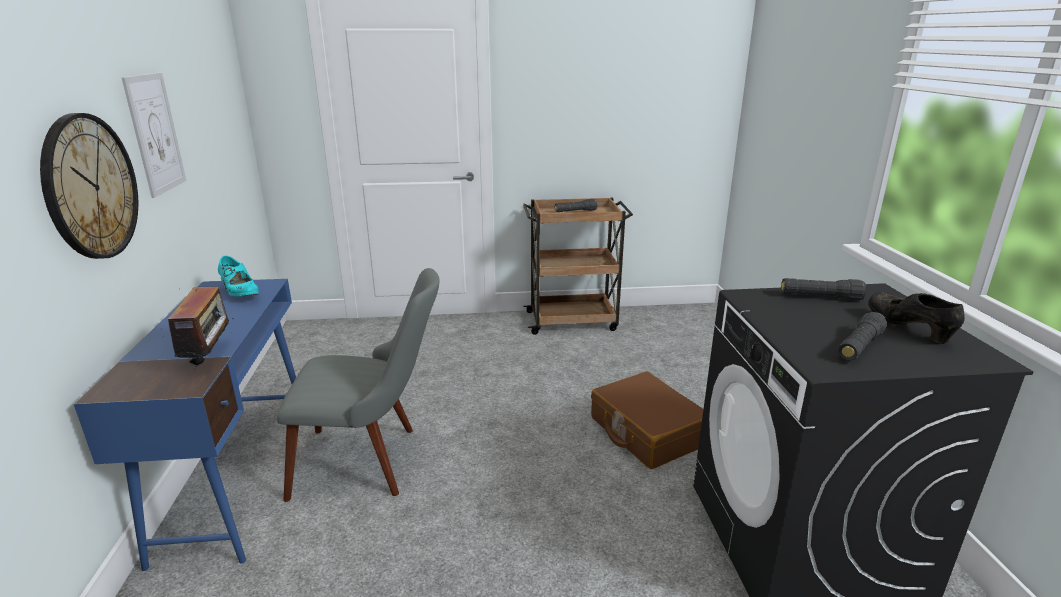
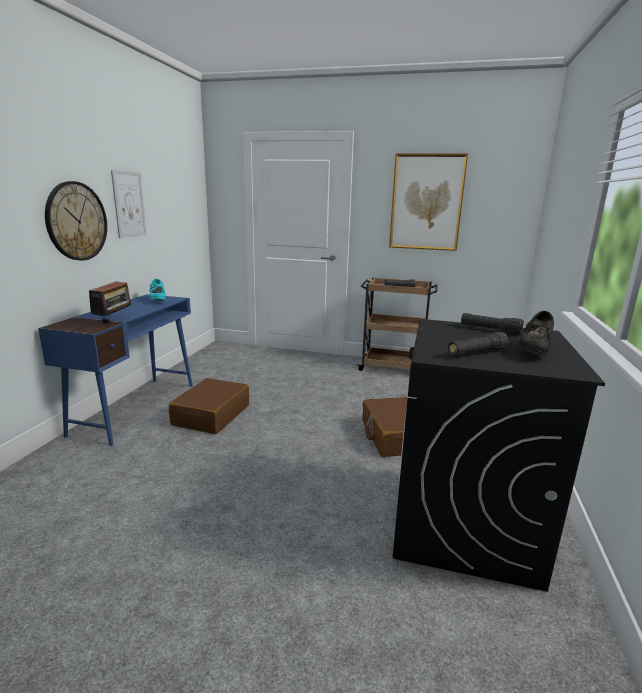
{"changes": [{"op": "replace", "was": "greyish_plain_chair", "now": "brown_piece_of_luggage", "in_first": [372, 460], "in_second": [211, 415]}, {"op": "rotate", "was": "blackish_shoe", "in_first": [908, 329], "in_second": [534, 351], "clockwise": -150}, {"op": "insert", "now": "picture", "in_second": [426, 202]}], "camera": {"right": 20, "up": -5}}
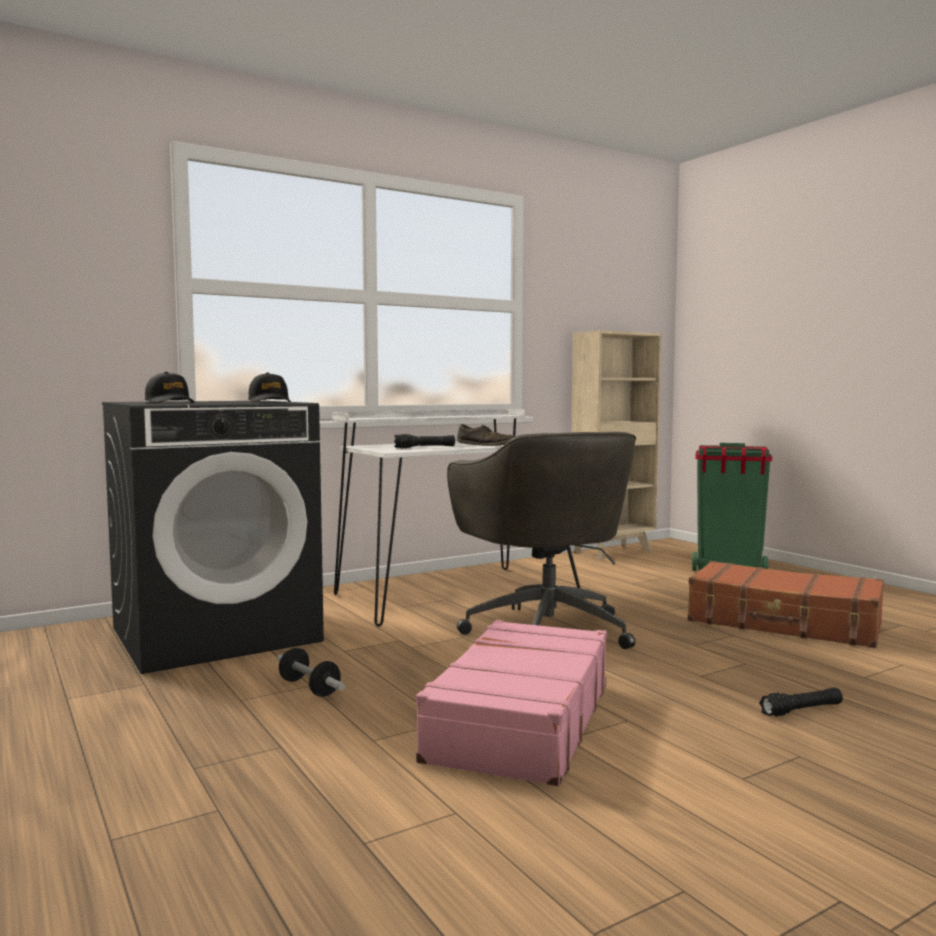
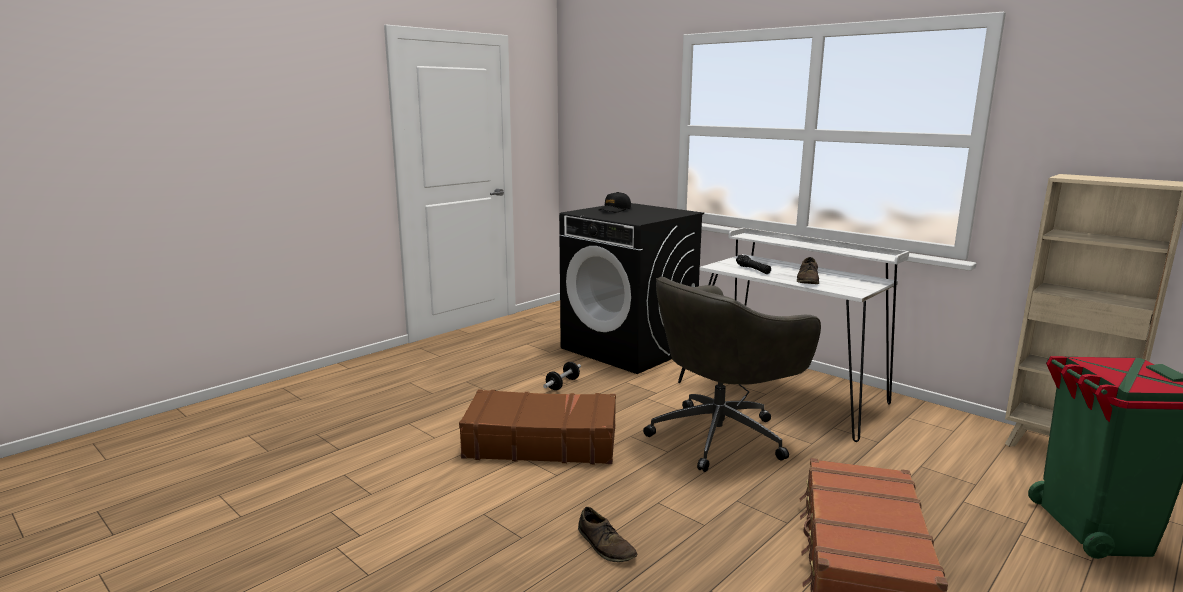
{"changes": [{"op": "delete", "was": "blackish_peaked_cap", "in_first": [269, 401]}, {"op": "recolor", "was": "pink_piece_of_luggage", "now": "brown_piece_of_luggage", "in_first": [519, 721], "in_second": [541, 442]}, {"op": "replace", "was": "blackish_flashlight", "now": "brown_shoe", "in_first": [801, 710], "in_second": [606, 545]}], "camera": {"right": 75, "up": 10}}
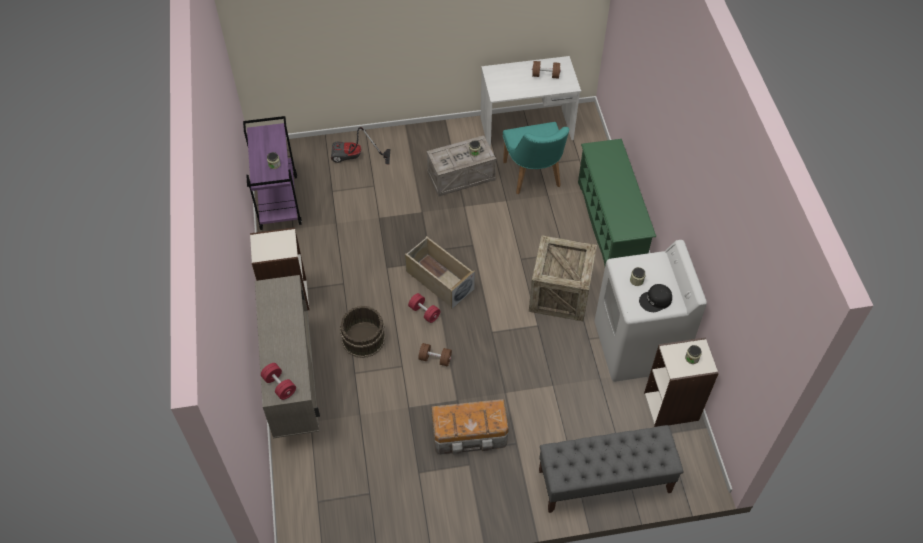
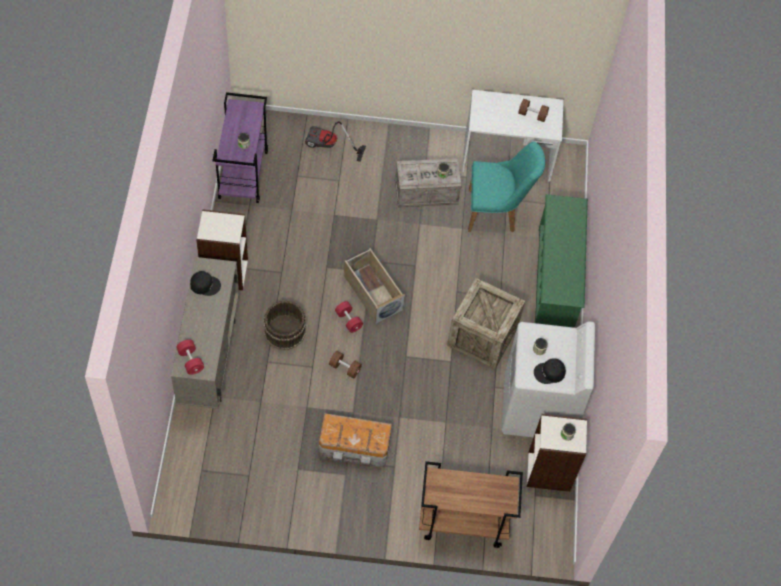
{"changes": [{"op": "rotate", "was": "turquoise-coloured_plain_chair", "in_first": [534, 178], "in_second": [497, 212], "clockwise": -90}, {"op": "replace", "was": "greyish_bench", "now": "brown_cart", "in_first": [604, 481], "in_second": [462, 523]}, {"op": "insert", "now": "blackish_peaked_cap", "in_second": [205, 284]}], "camera": {"right": 10, "up": 5}}
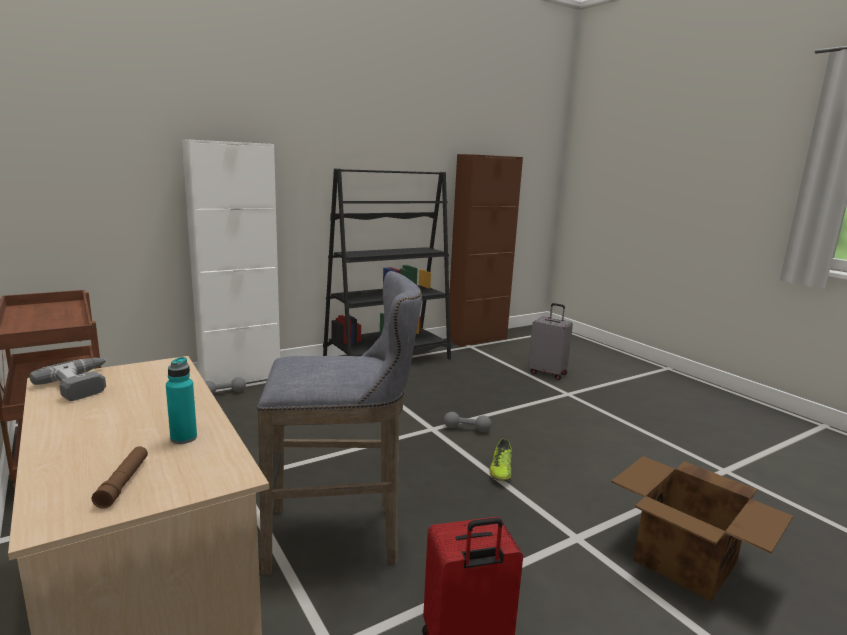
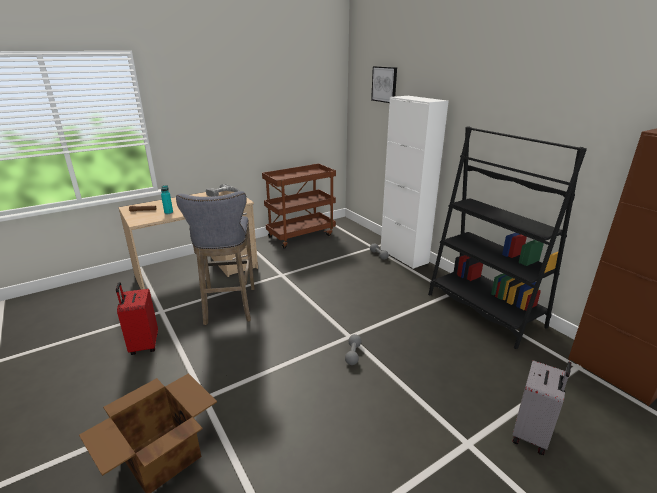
{"changes": [{"op": "delete", "was": "shoe", "in_first": [501, 470]}, {"op": "insert", "now": "picture", "in_second": [384, 84]}], "camera": {"right": 90, "up": 10}}
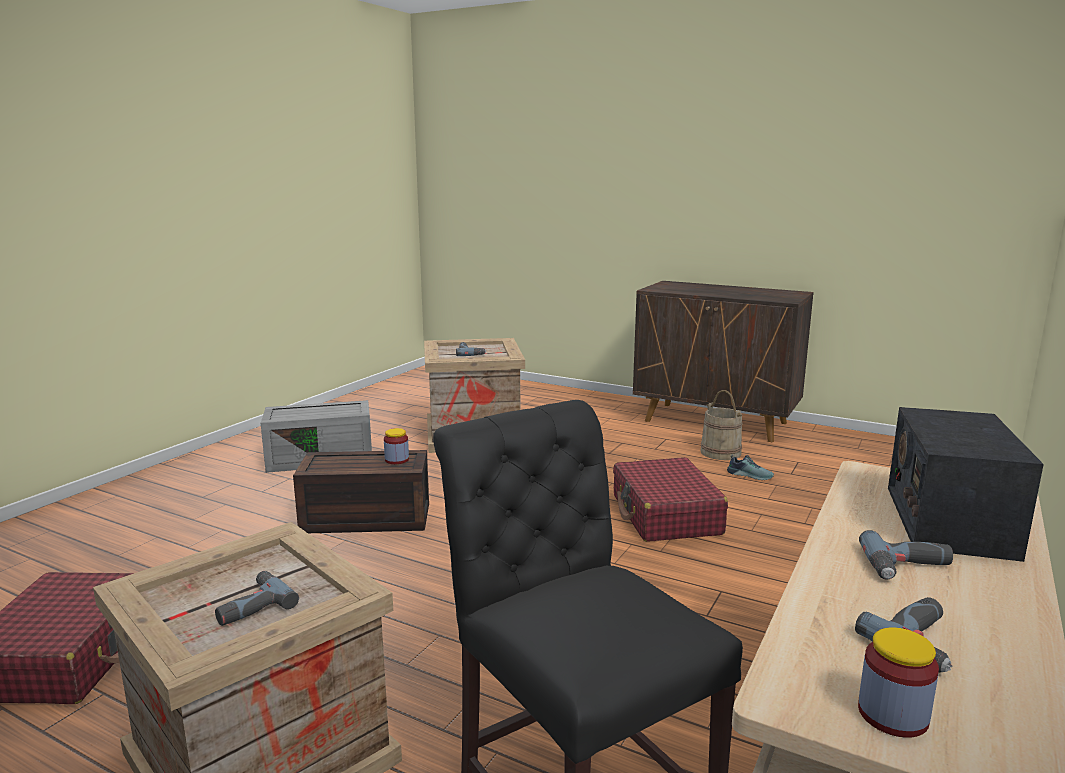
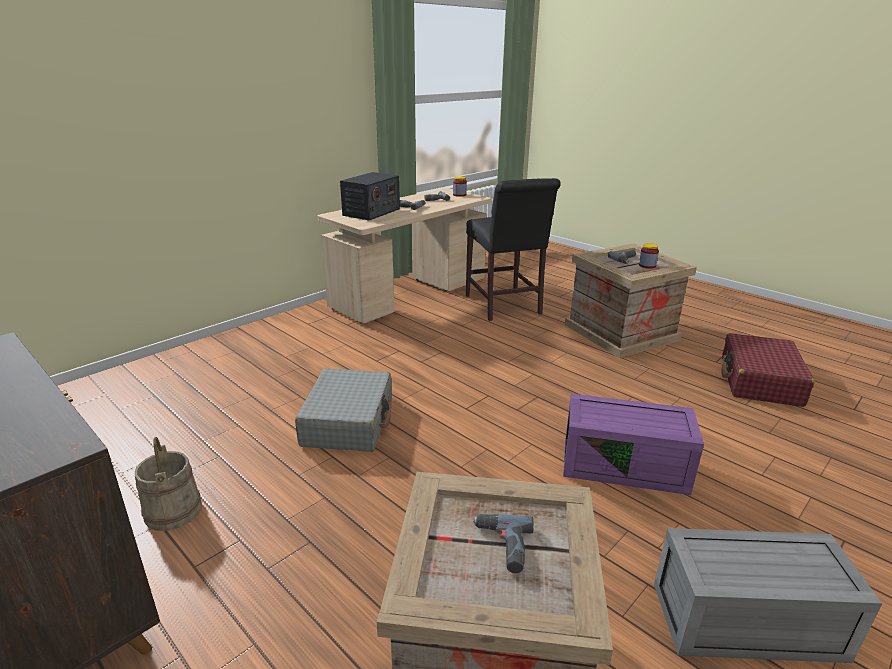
{"changes": [{"op": "recolor", "was": "brown_storage_box", "now": "purplish_storage_box", "in_first": [364, 519], "in_second": [625, 465]}, {"op": "move", "was": "jar", "in_first": [397, 460], "in_second": [647, 265]}, {"op": "recolor", "was": "reddish_piece_of_luggage", "now": "greyish_piece_of_luggage", "in_first": [665, 515], "in_second": [348, 422]}, {"op": "delete", "was": "shoe", "in_first": [750, 475]}], "camera": {"right": -165, "up": 10}}
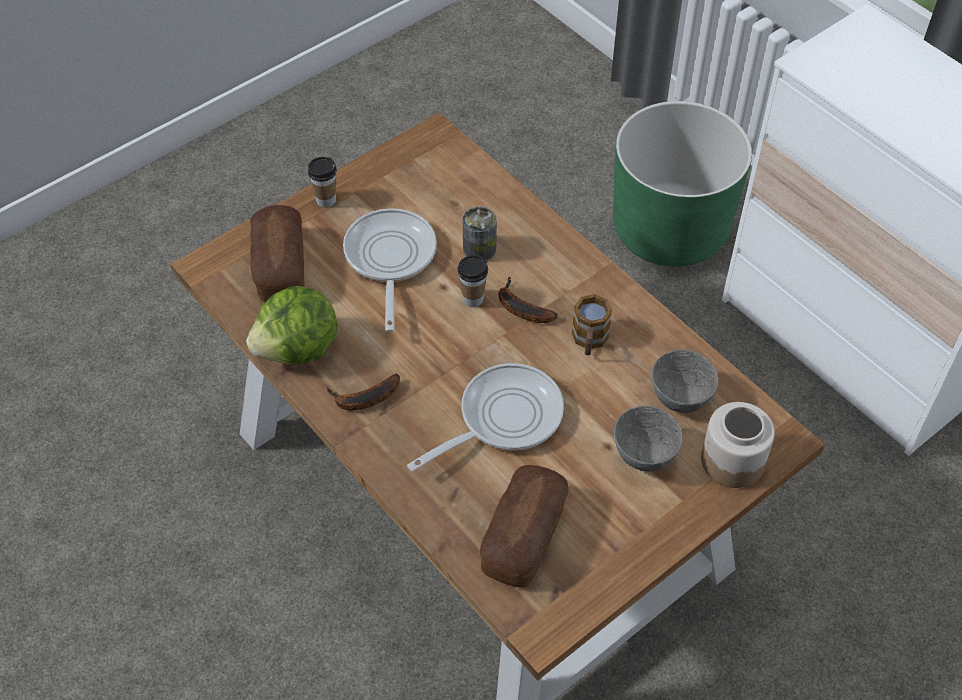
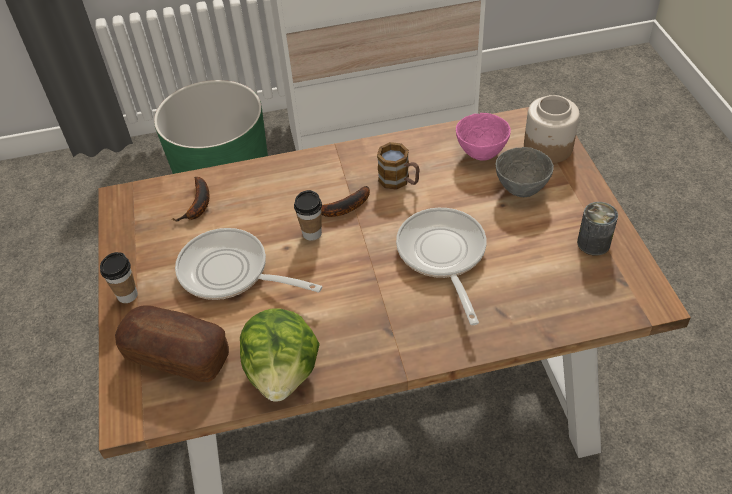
{"changes": [{"op": "move", "was": "banana", "in_first": [363, 399], "in_second": [198, 205]}, {"op": "move", "was": "can", "in_first": [479, 249], "in_second": [593, 243]}, {"op": "delete", "was": "bread", "in_first": [523, 537]}, {"op": "recolor", "was": "greyish_bowl", "now": "pink_bowl", "in_first": [679, 400], "in_second": [481, 154]}], "camera": {"right": -60, "up": -5}}
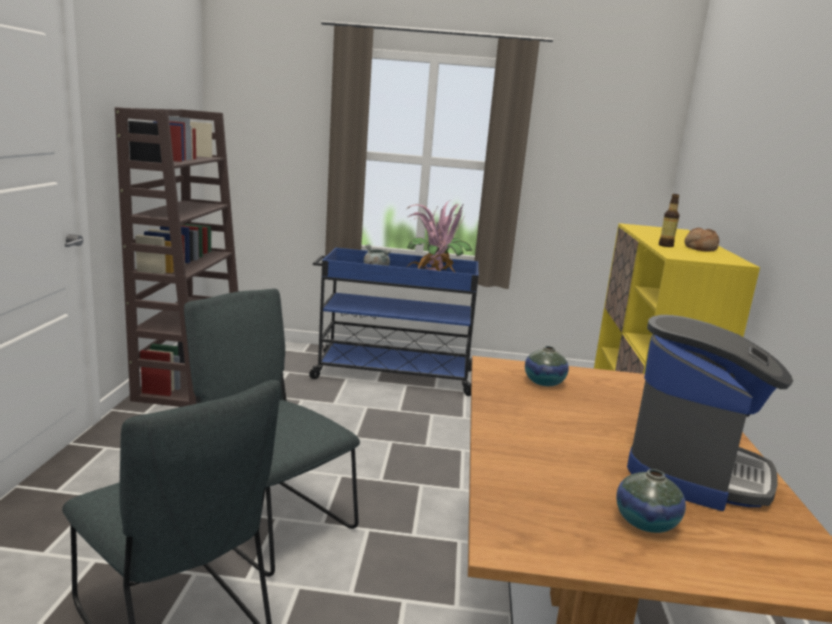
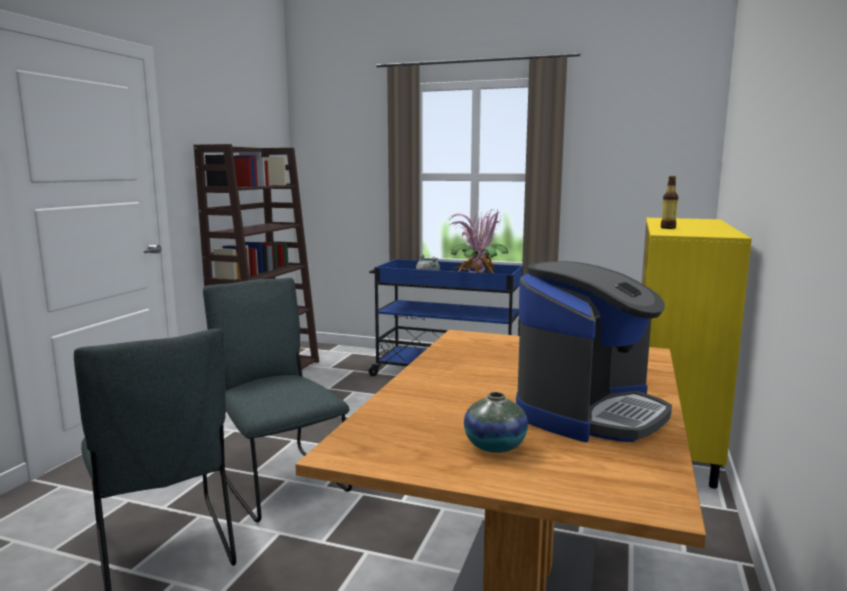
{"changes": [{"op": "delete", "was": "flower_vase", "in_first": [544, 382]}, {"op": "delete", "was": "bread", "in_first": [699, 248]}], "camera": {"right": 15, "up": -5}}
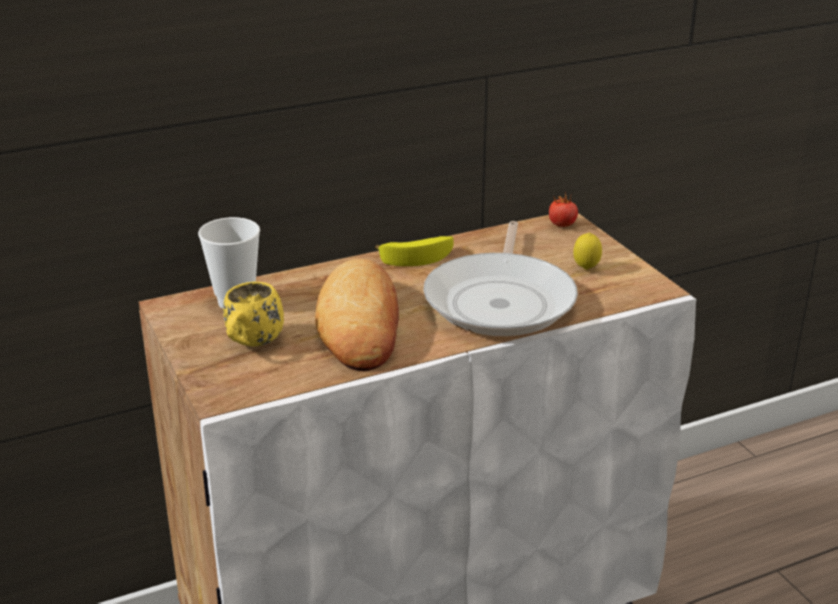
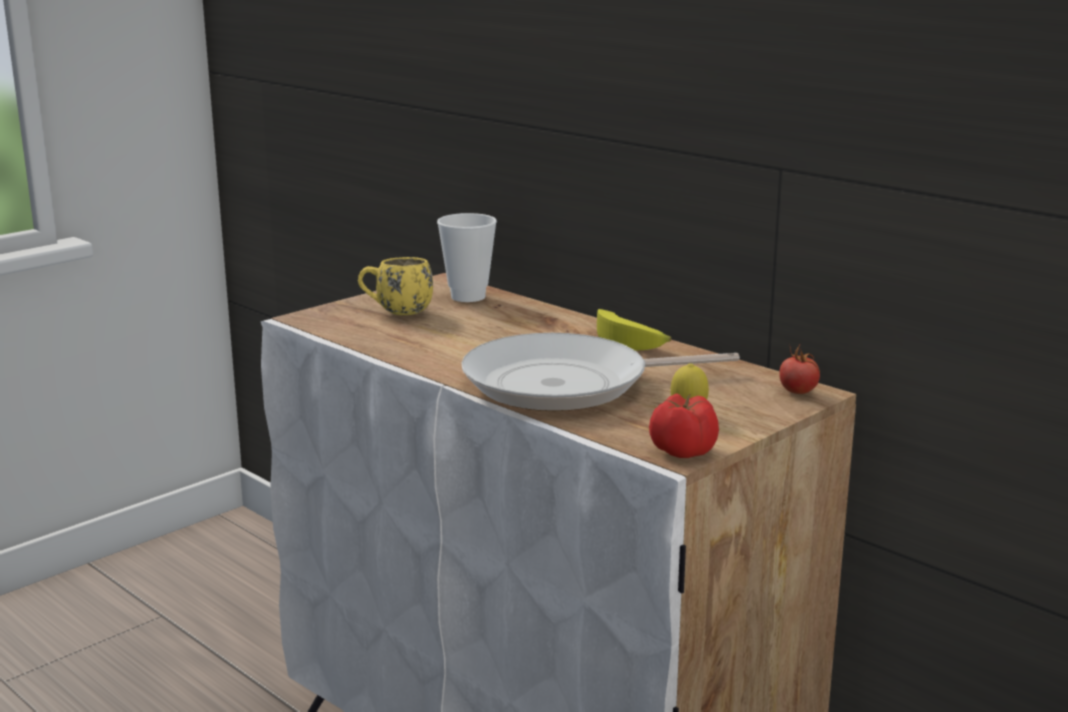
{"changes": [{"op": "delete", "was": "bread", "in_first": [360, 324]}, {"op": "insert", "now": "whole_tomato", "in_second": [682, 451]}], "camera": {"right": 70, "up": -10}}
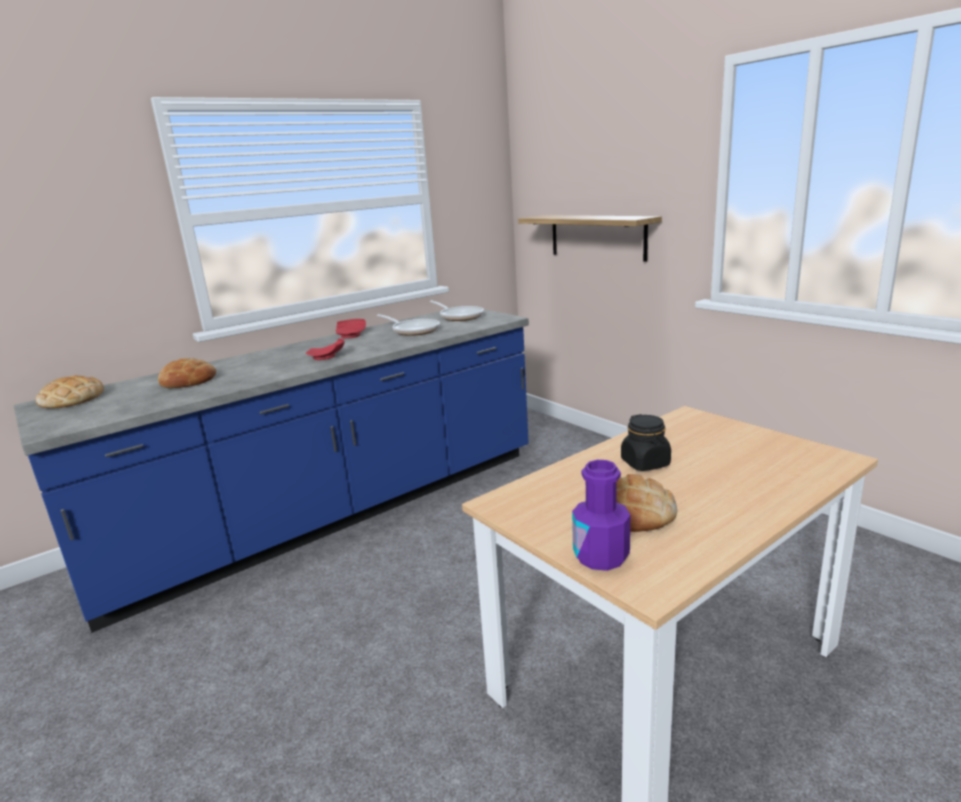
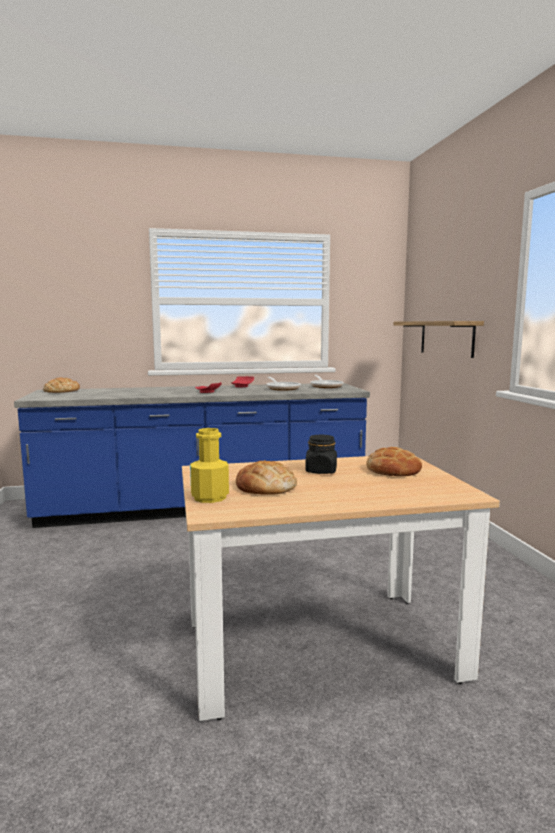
{"changes": [{"op": "move", "was": "bread", "in_first": [188, 381], "in_second": [393, 470]}, {"op": "recolor", "was": "purplish_bottle", "now": "yellow-coloured_bottle", "in_first": [601, 556], "in_second": [210, 497]}], "camera": {"right": 25, "up": -10}}
